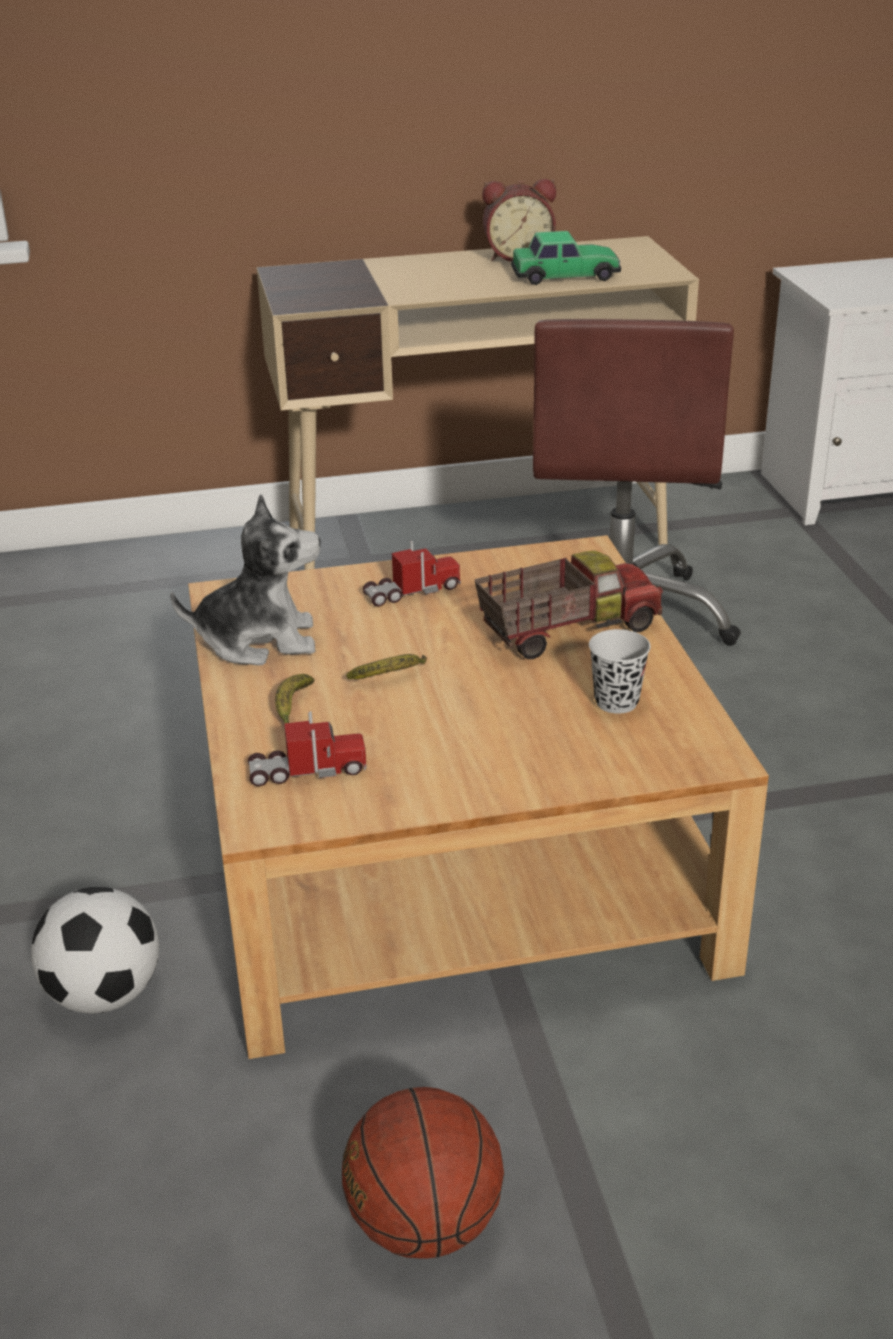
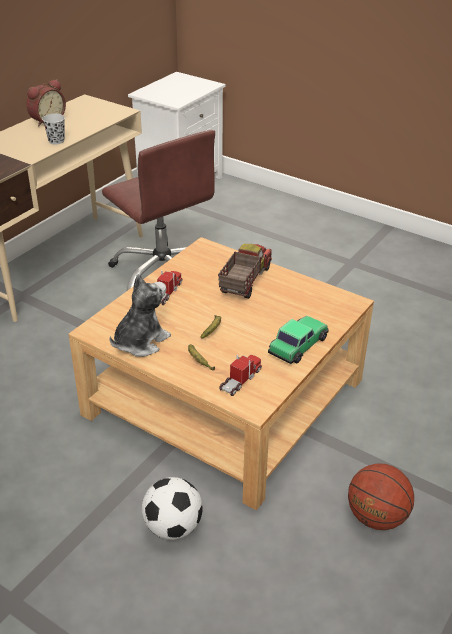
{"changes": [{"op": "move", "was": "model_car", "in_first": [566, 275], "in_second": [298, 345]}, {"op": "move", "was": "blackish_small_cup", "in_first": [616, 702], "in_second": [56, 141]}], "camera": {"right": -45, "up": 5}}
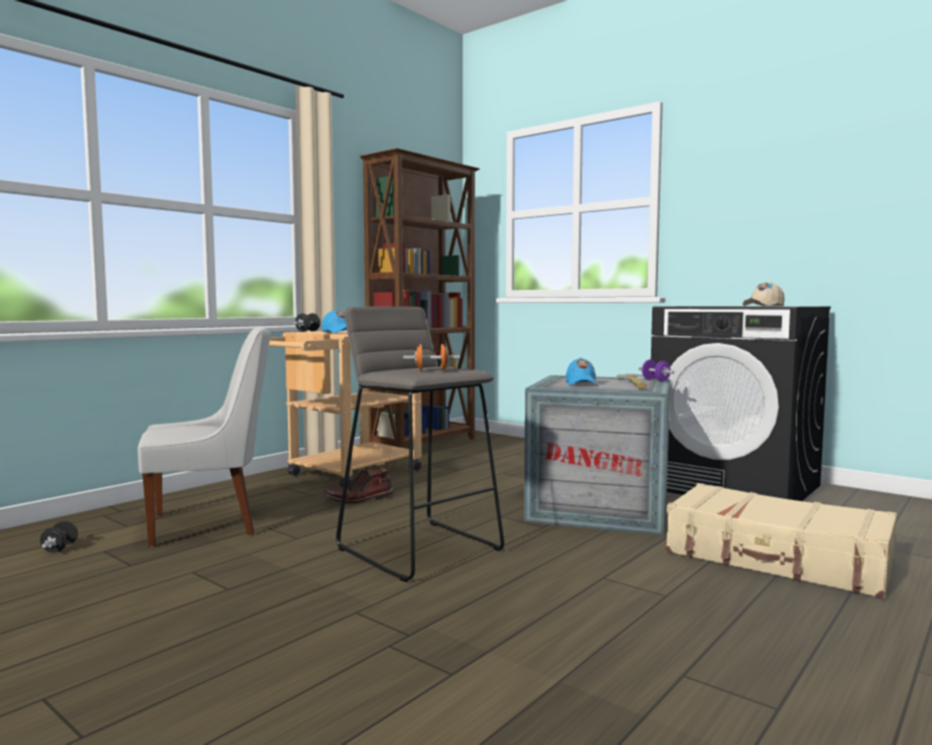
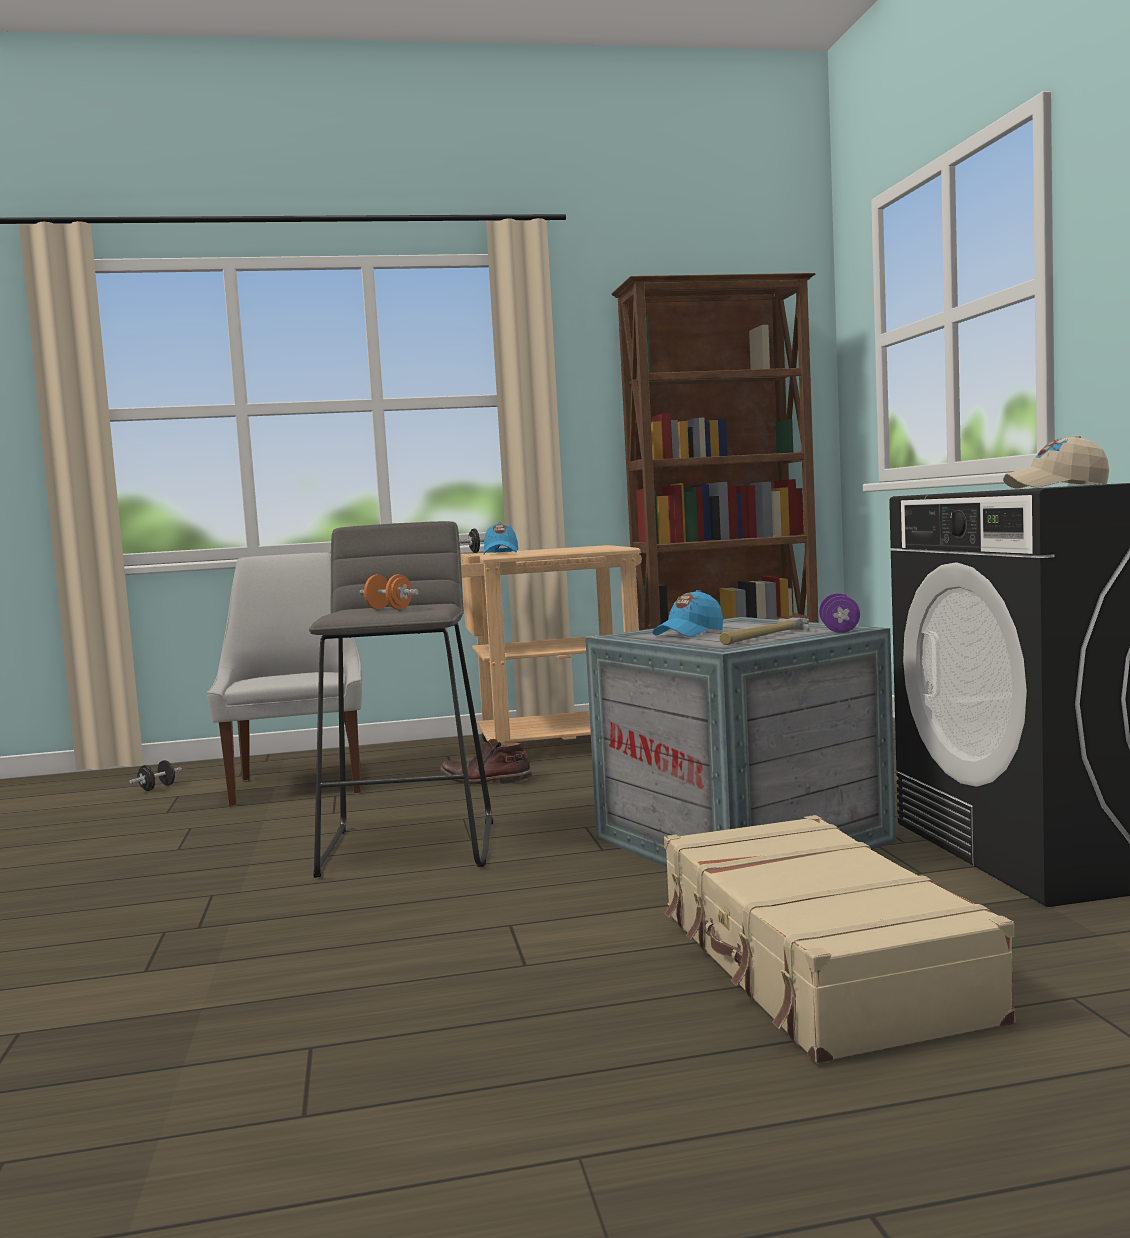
{"changes": [{"op": "rotate", "was": "white_plain_chair", "in_first": [209, 524], "in_second": [299, 784], "clockwise": -120}], "camera": {"right": 40, "up": 0}}
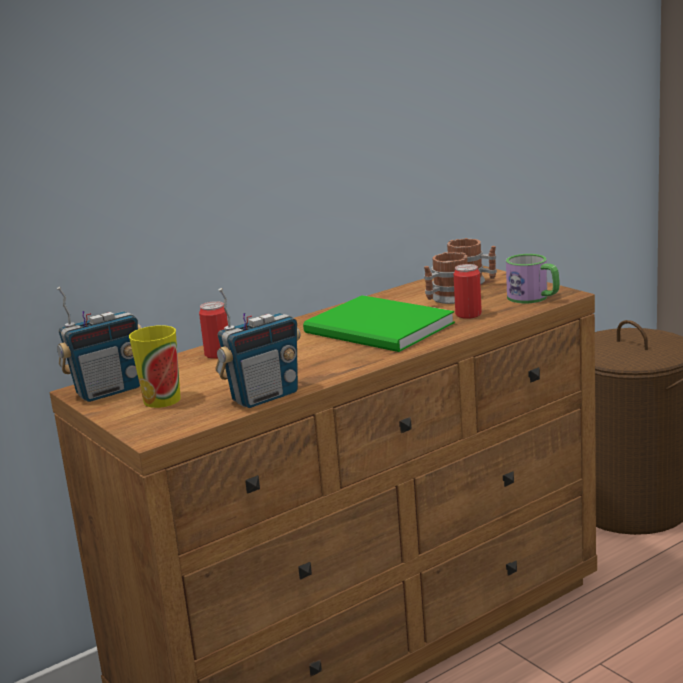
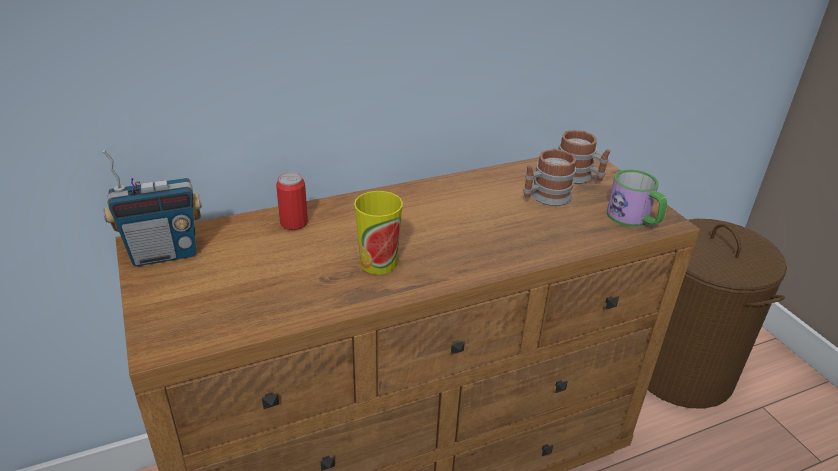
{"changes": [{"op": "move", "was": "small_cup", "in_first": [162, 400], "in_second": [378, 263]}, {"op": "delete", "was": "radio_set", "in_first": [264, 397]}, {"op": "delete", "was": "green-coloured_book", "in_first": [380, 329]}, {"op": "delete", "was": "can", "in_first": [468, 314]}], "camera": {"right": 10, "up": 15}}
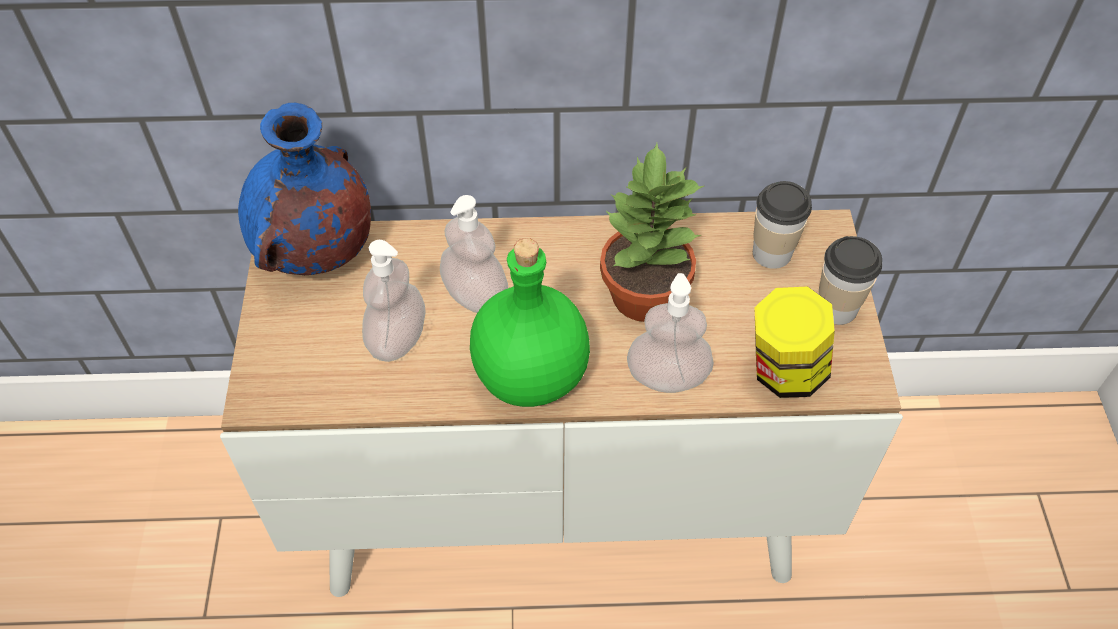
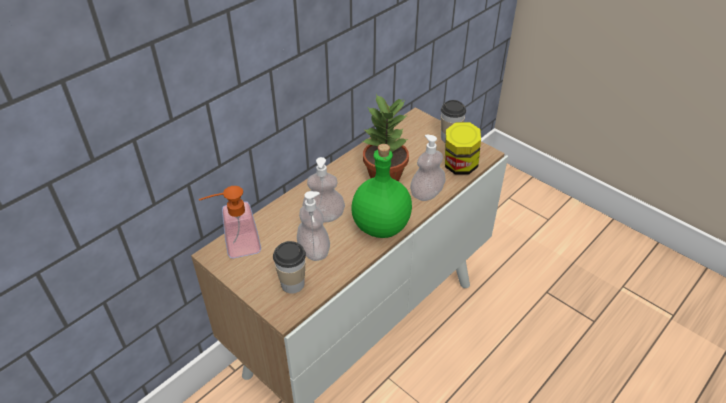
{"changes": [{"op": "replace", "was": "blue-coloured_flower_vase", "now": "soap_dispenser", "in_first": [315, 254], "in_second": [236, 247]}, {"op": "move", "was": "small_cup", "in_first": [772, 253], "in_second": [292, 284]}], "camera": {"right": -45, "up": -10}}
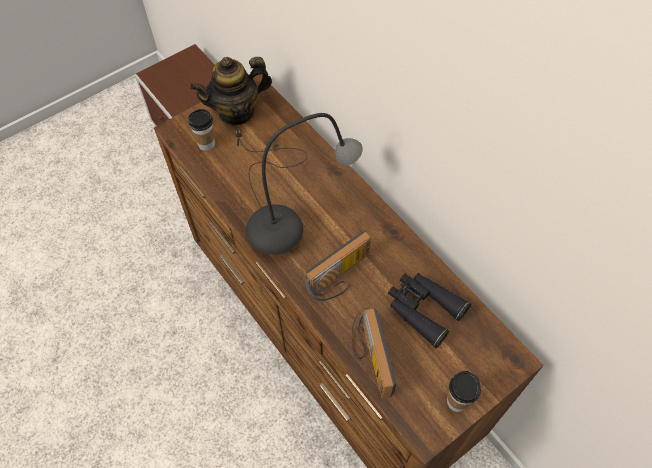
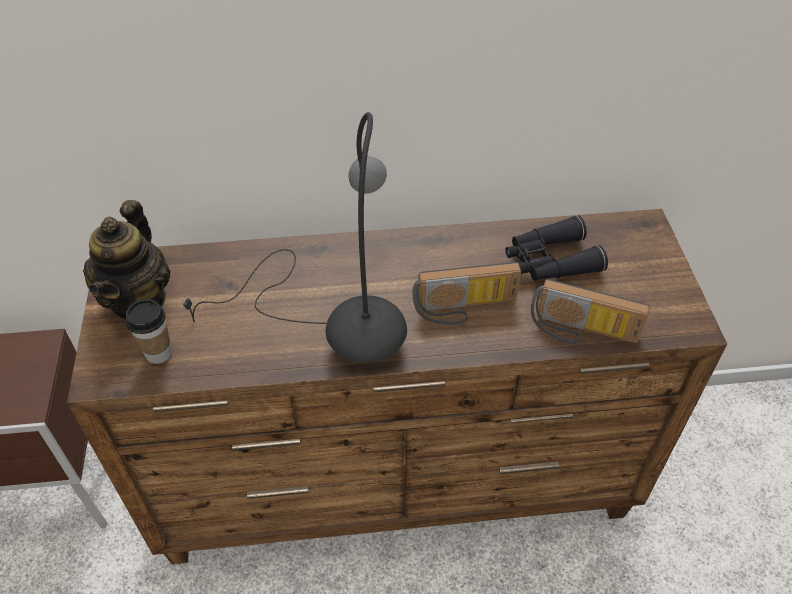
{"changes": [{"op": "rotate", "was": "radio_set", "in_first": [341, 277], "in_second": [465, 309], "clockwise": 90}, {"op": "delete", "was": "small_cup", "in_first": [457, 401]}], "camera": {"right": -60, "up": -10}}
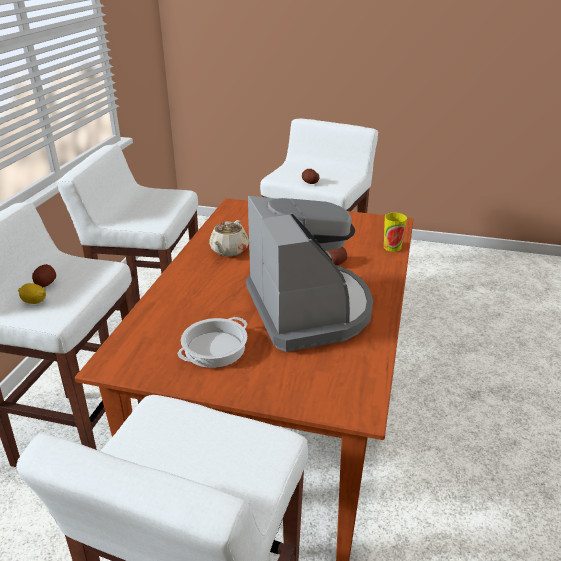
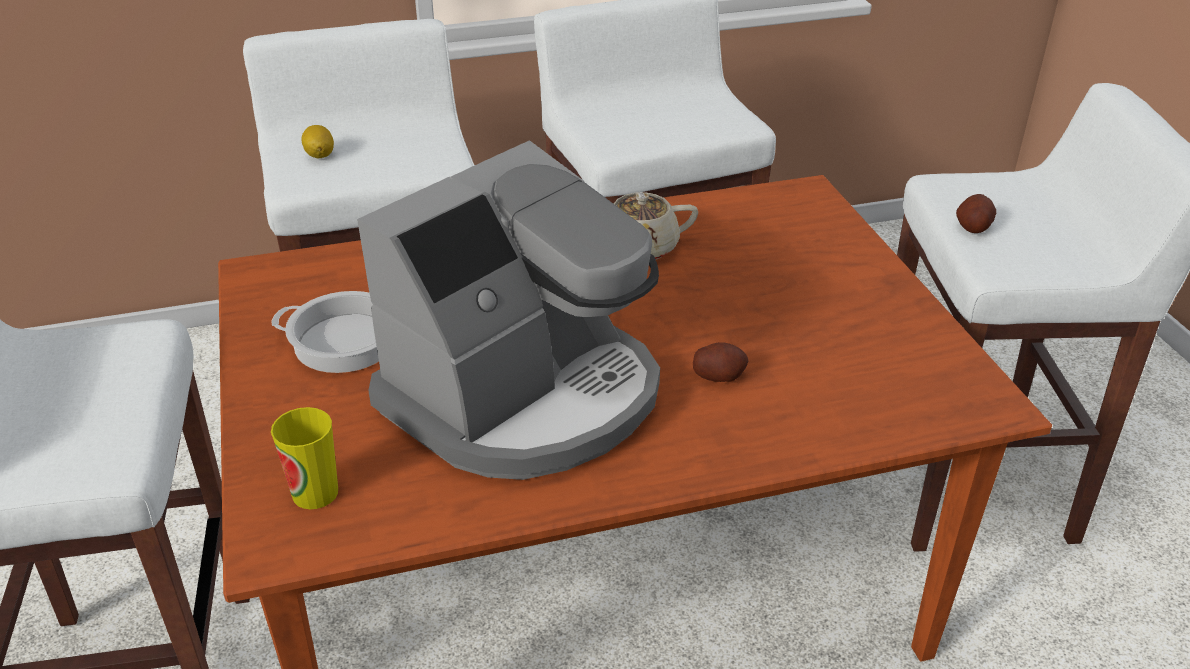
{"changes": [{"op": "delete", "was": "whole_potato", "in_first": [45, 283]}, {"op": "move", "was": "small_cup", "in_first": [392, 247], "in_second": [315, 493]}], "camera": {"right": 60, "up": 5}}
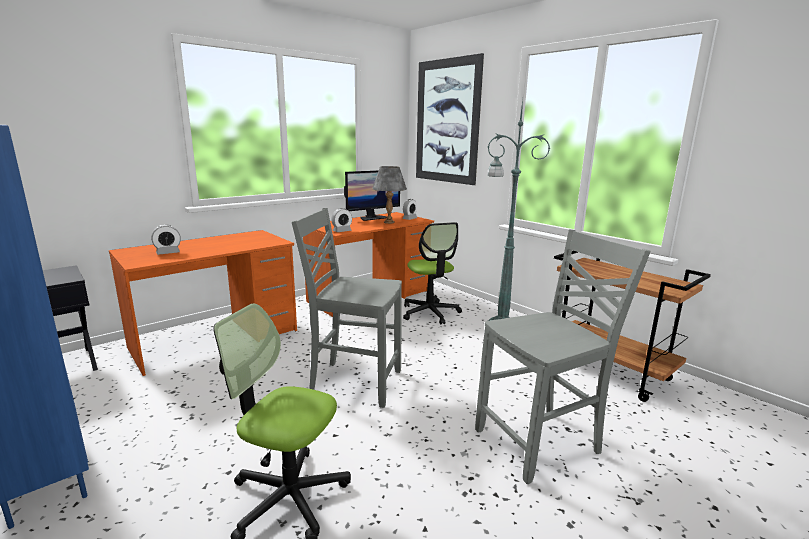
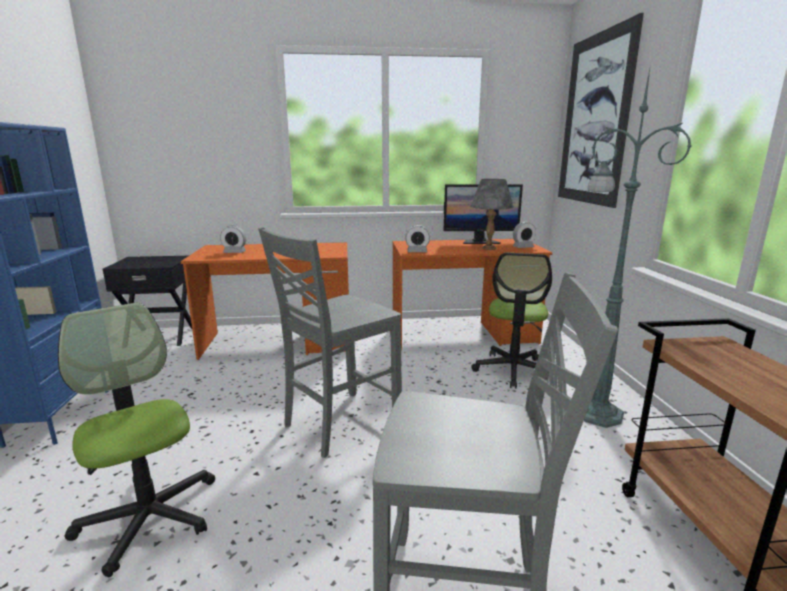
{"changes": [{"op": "rotate", "was": "greyish_plain_chair", "in_first": [354, 382], "in_second": [339, 423], "clockwise": -90}], "camera": {"right": 35, "up": 0}}
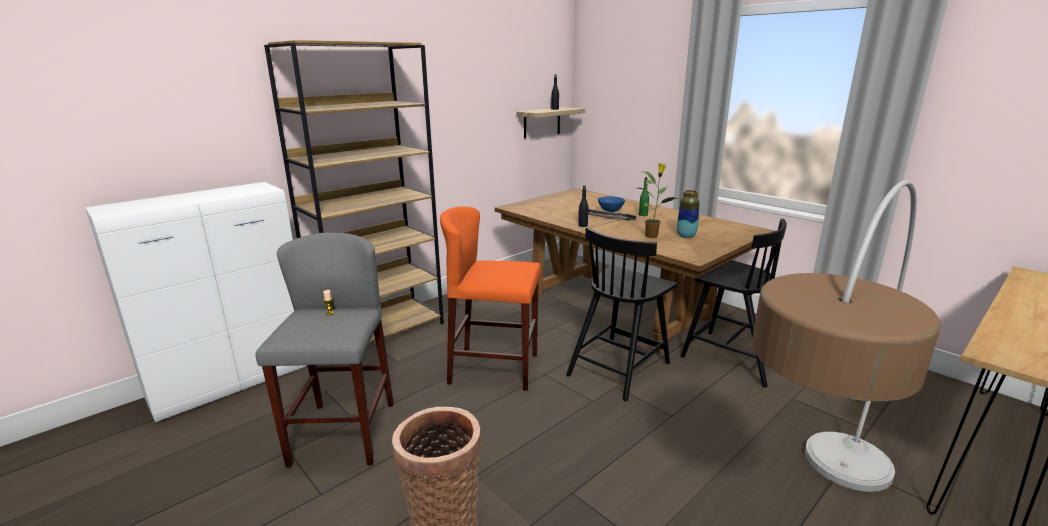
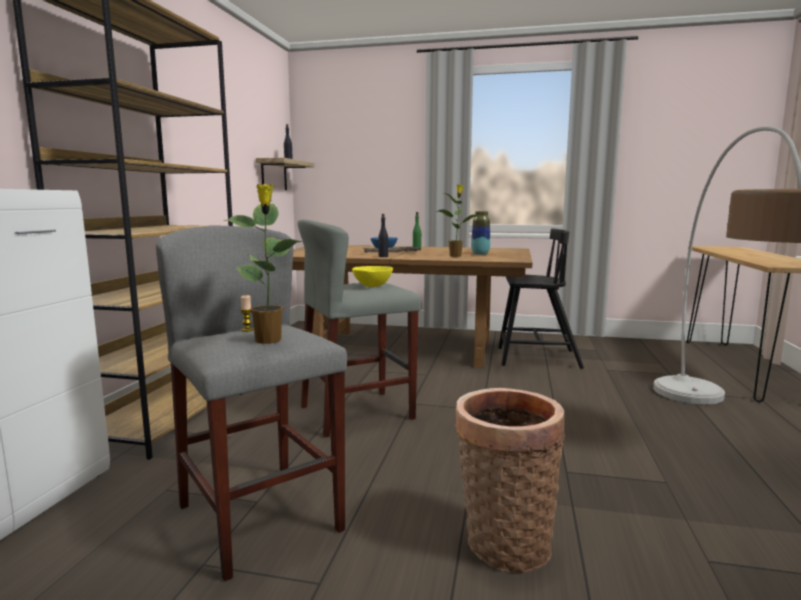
{"changes": [{"op": "recolor", "was": "orangey_stool", "now": "greyish_stool", "in_first": [494, 369], "in_second": [357, 412]}, {"op": "delete", "was": "blackish_plain_chair", "in_first": [619, 368]}, {"op": "insert", "now": "houseplant", "in_second": [269, 340]}, {"op": "insert", "now": "yellow-coloured_bowl", "in_second": [372, 286]}], "camera": {"right": -35, "up": -10}}
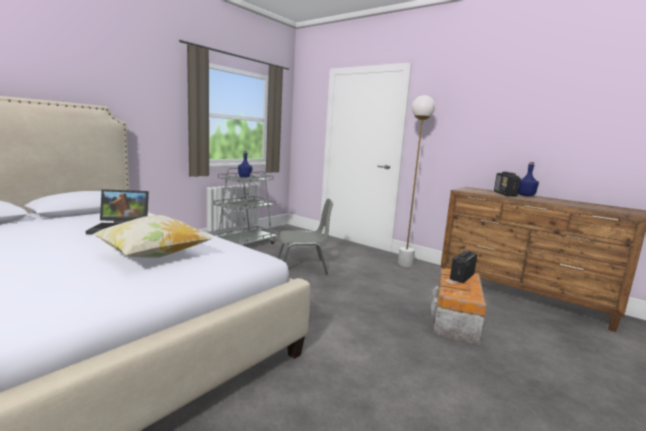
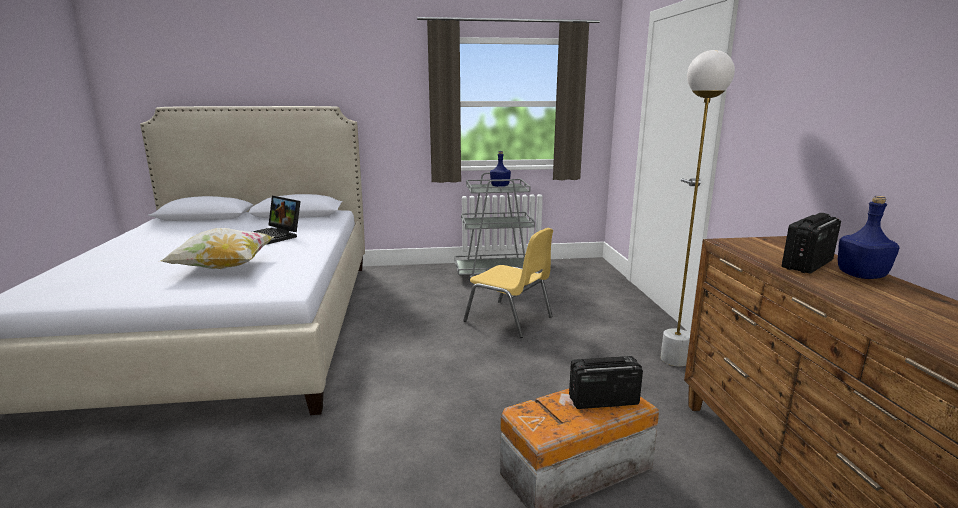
{"changes": [{"op": "recolor", "was": "greyish_plain_chair", "now": "yellow-coloured_plain_chair", "in_first": [302, 266], "in_second": [510, 319]}], "camera": {"right": 45, "up": 5}}
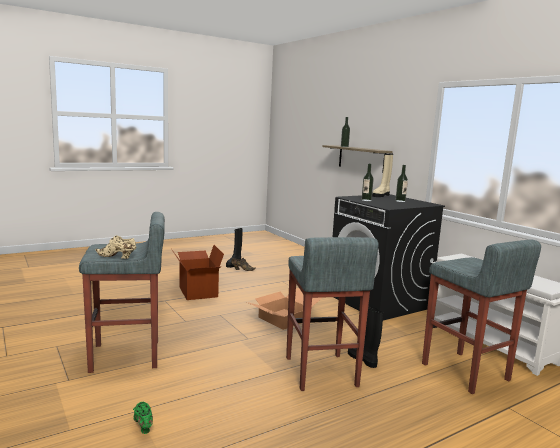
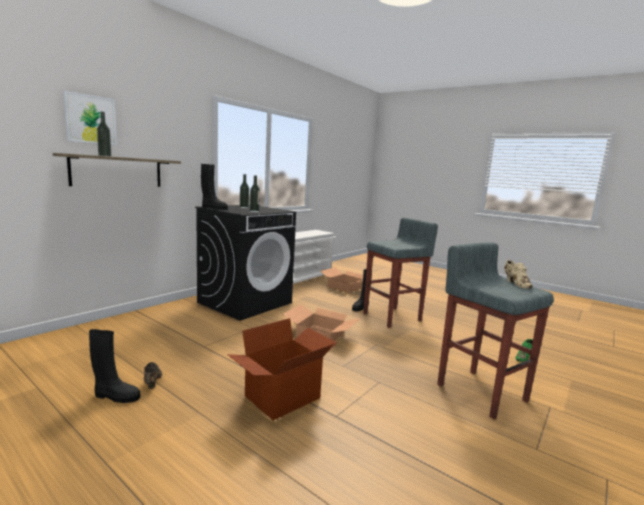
{"changes": [{"op": "recolor", "was": "sand-coloured_tall_boot", "now": "blackish_tall_boot", "in_first": [381, 195], "in_second": [213, 208]}, {"op": "replace", "was": "greyish_stool", "now": "cardboard_box", "in_first": [465, 372], "in_second": [345, 287]}, {"op": "insert", "now": "picture", "in_second": [90, 119]}], "camera": {"right": -110, "up": 0}}
